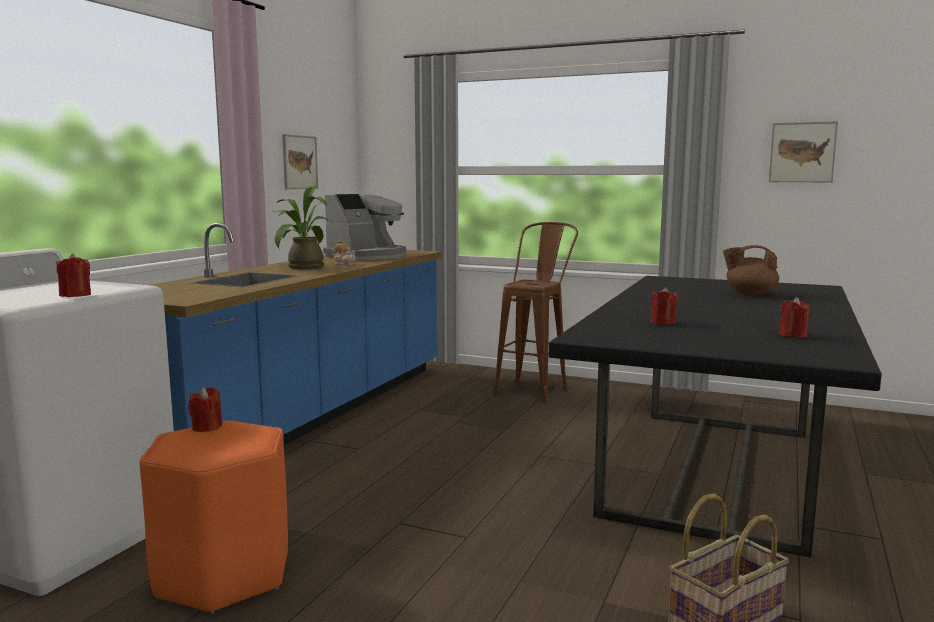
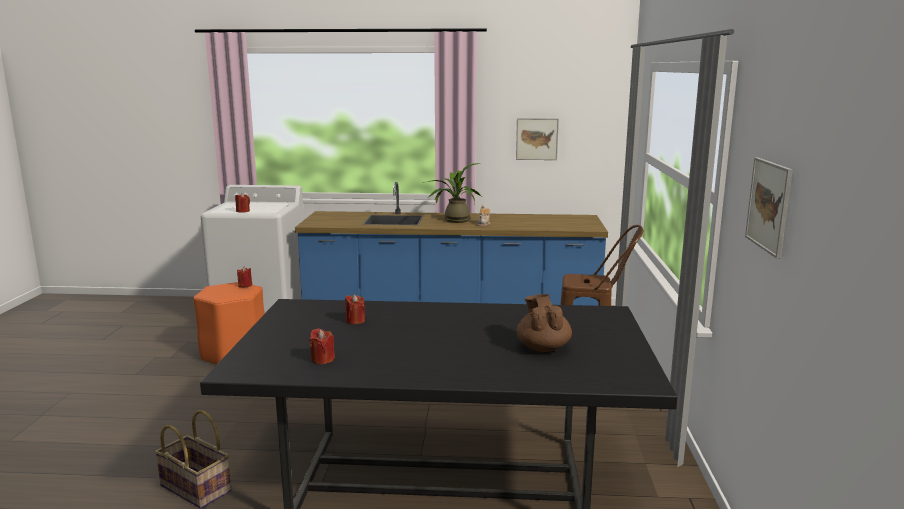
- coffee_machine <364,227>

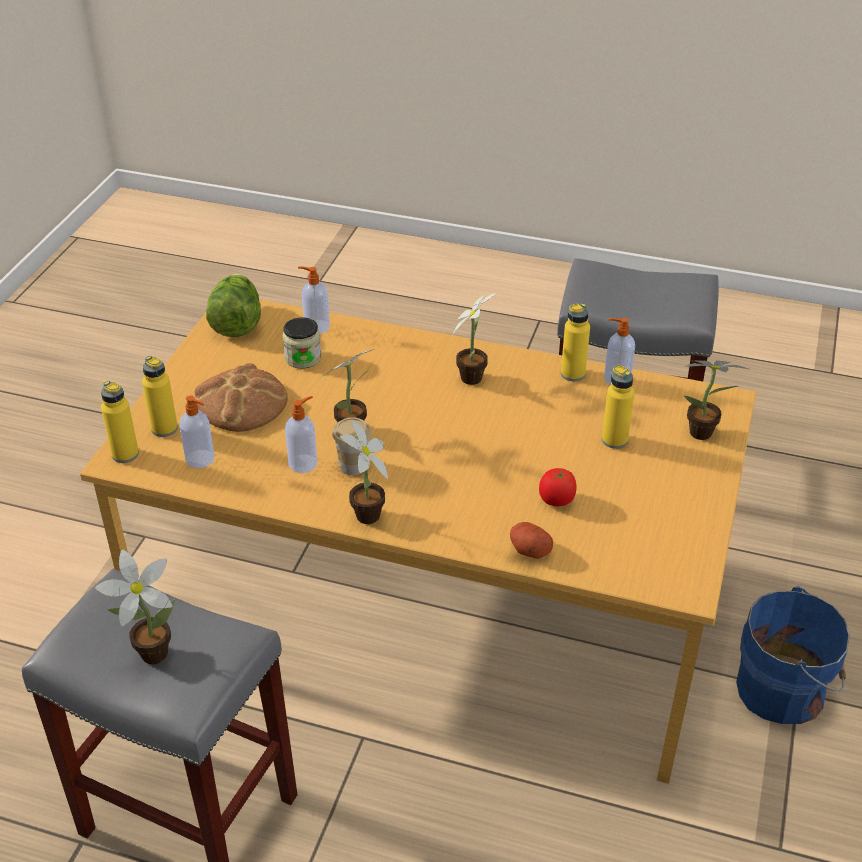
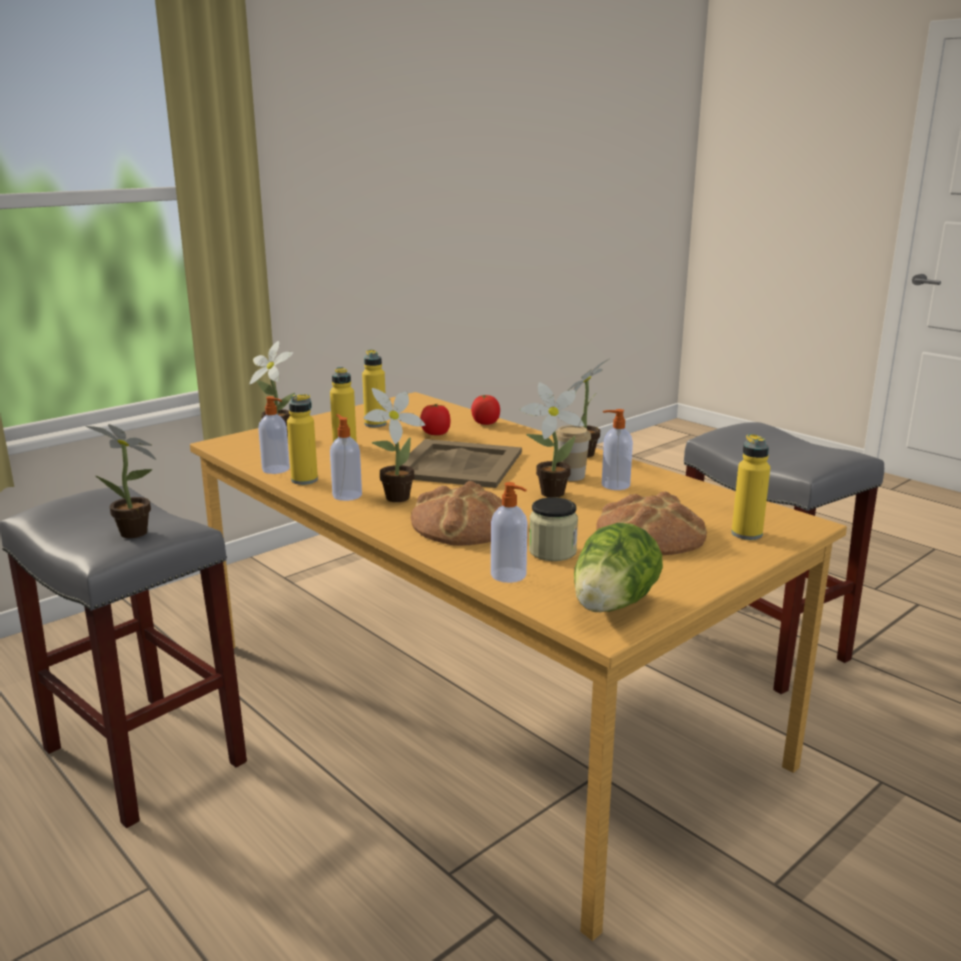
~ yellow_bottle <120,422> to <374,388>
~ soap_dispenser <197,431> to <346,457>
~ potato <531,540> to tomato <485,410>
~ potted_plant <135,607> to <121,481>
- blue_bucket <793,655>
+ beige_tray <462,463>
+ bread <456,513>

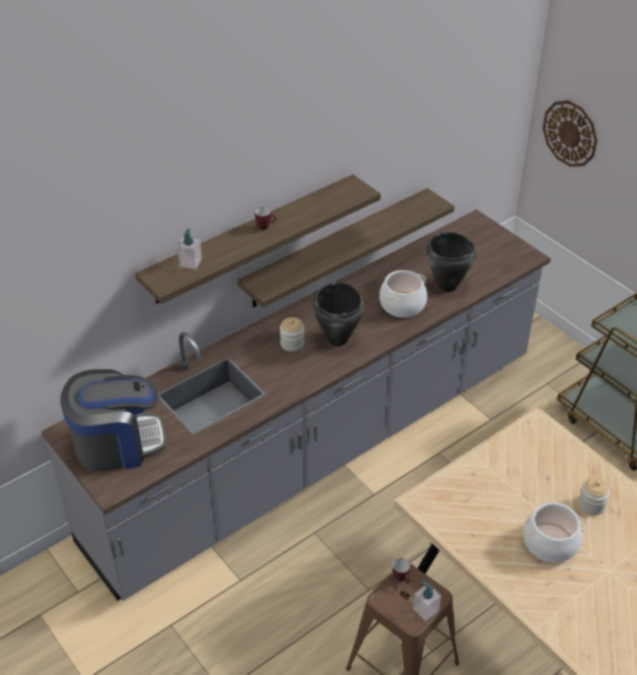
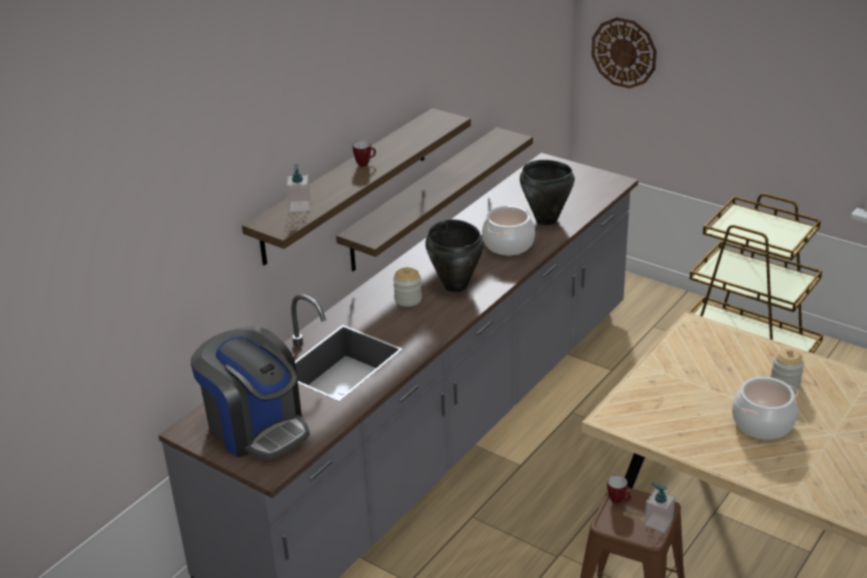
~ coffee_machine <113,420> = <250,393> 75 degrees clockwise

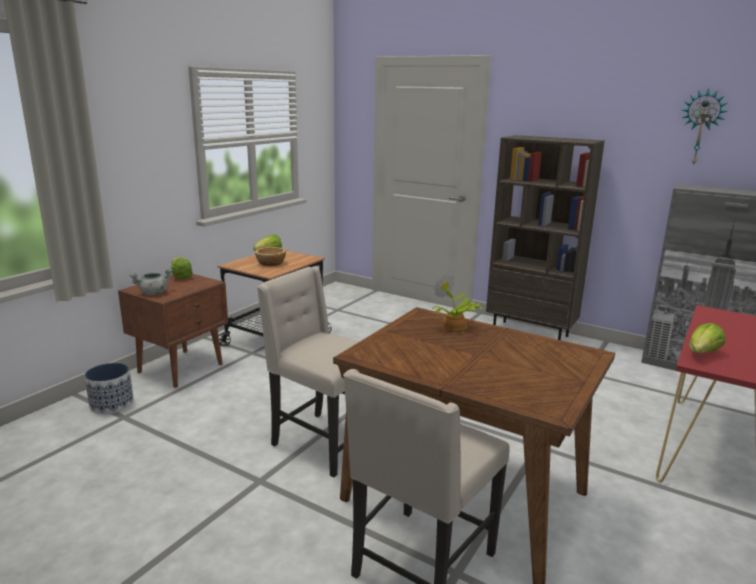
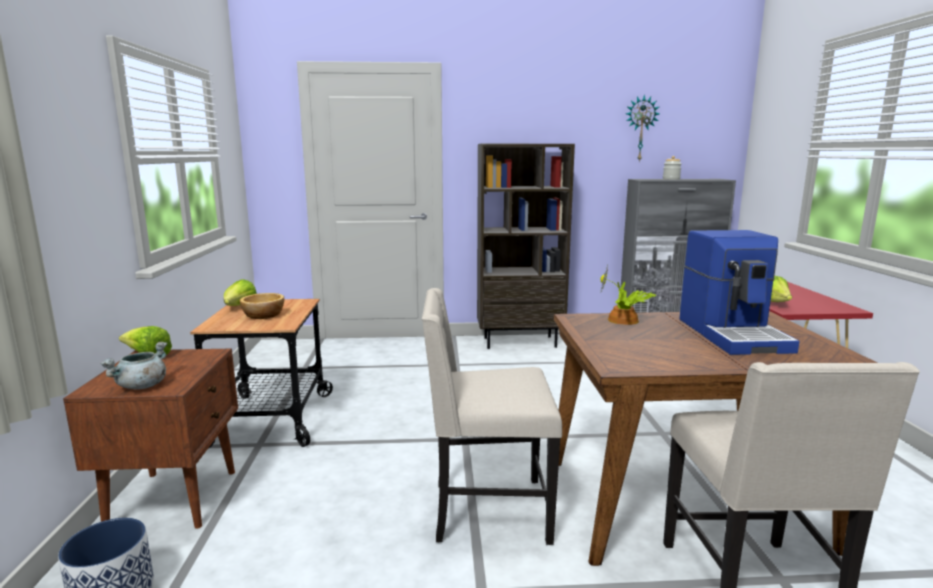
+ jar <672,168>
+ coffee_machine <740,292>

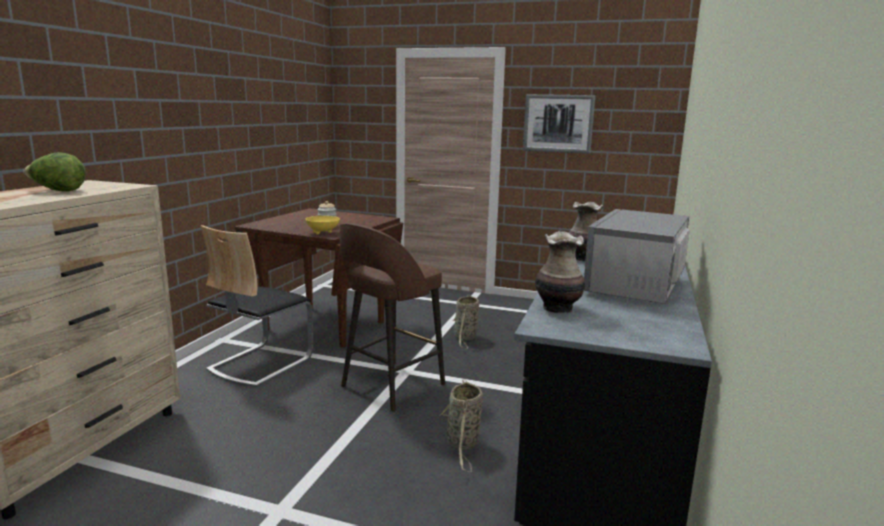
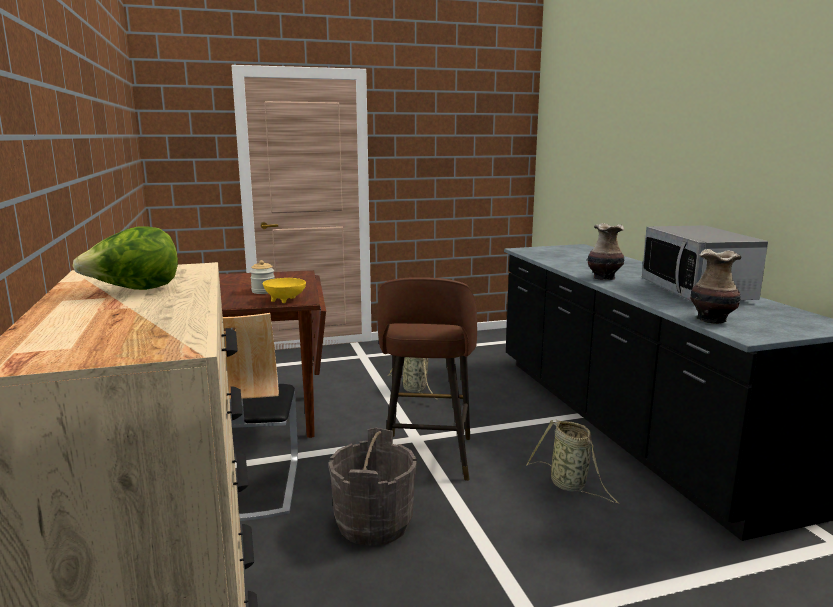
- picture <559,124>
+ grey_bucket <372,487>

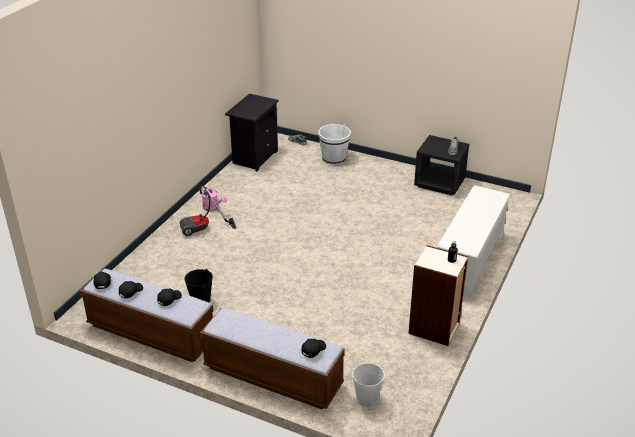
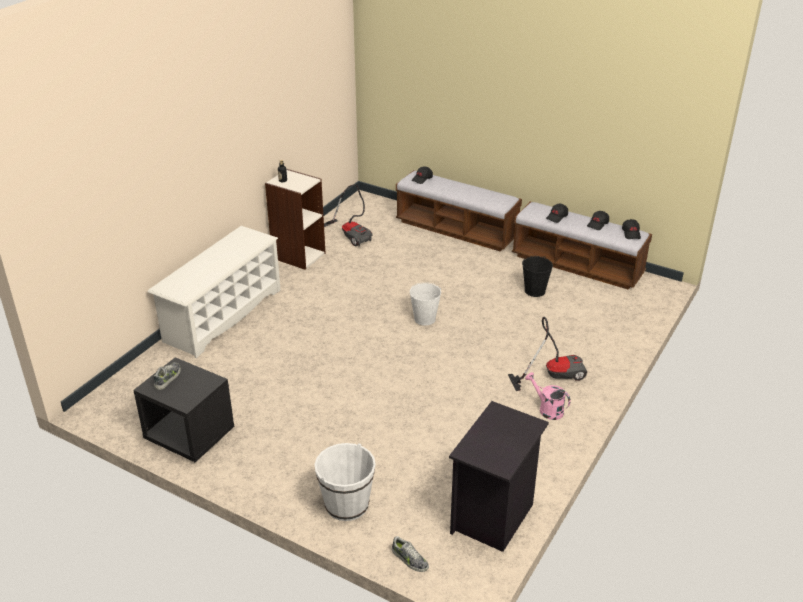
~ white_bucket <368,385> to <425,304>
+ vacuum_cleaner <348,215>

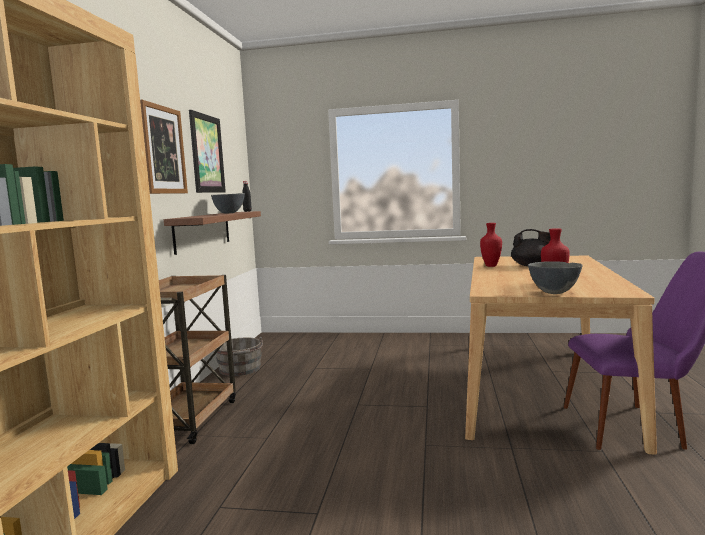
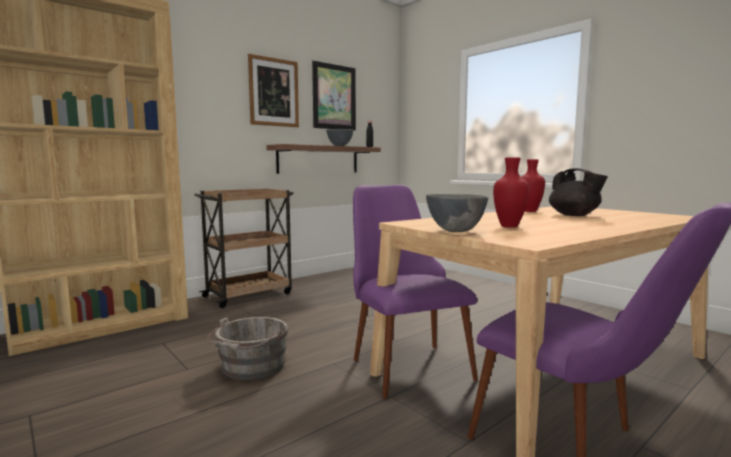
~ grey_bucket <239,356> to <247,348>
+ purple_chair <415,292>

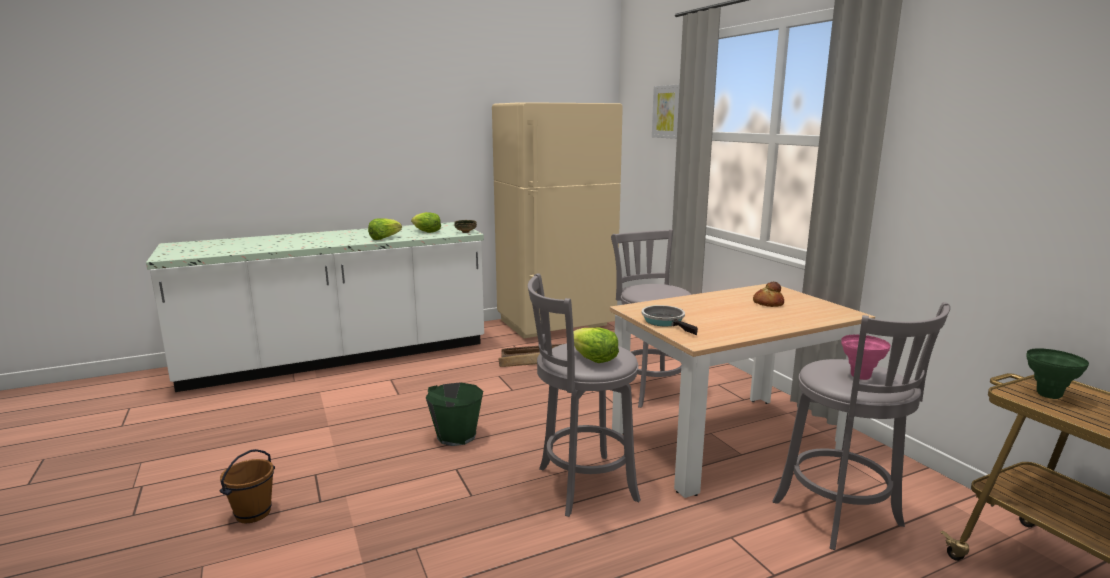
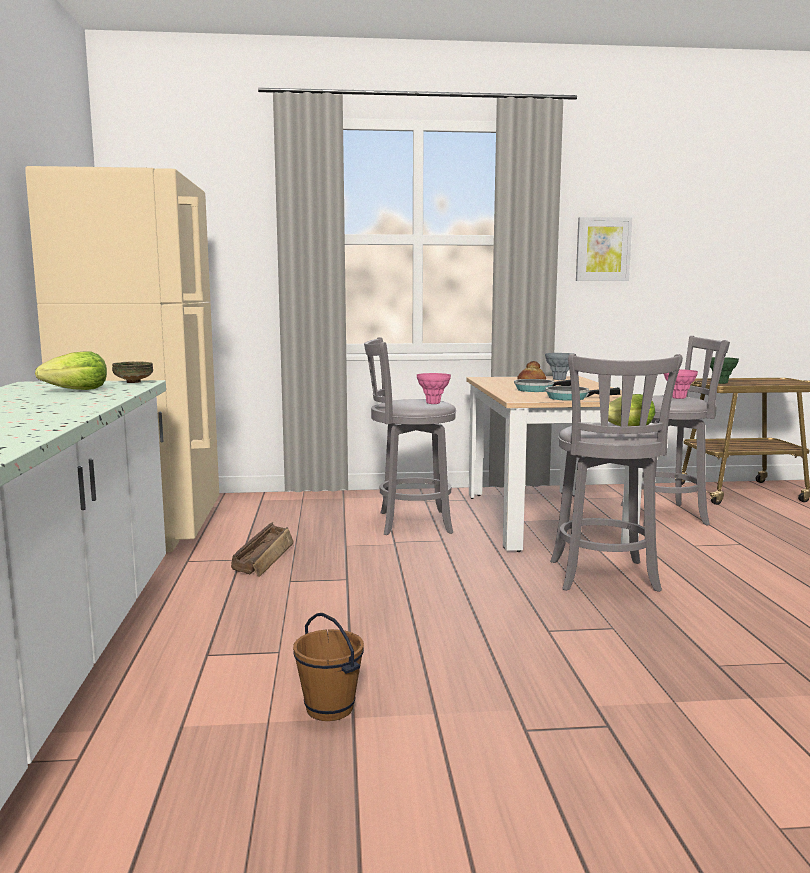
~ picture <666,111> to <604,249>
- lettuce <385,229>
- green_bucket <454,414>
~ brown_bucket <247,486> to <328,667>
+ grey_vase <559,366>
+ pink_vase <434,388>
+ frying_pan <542,385>

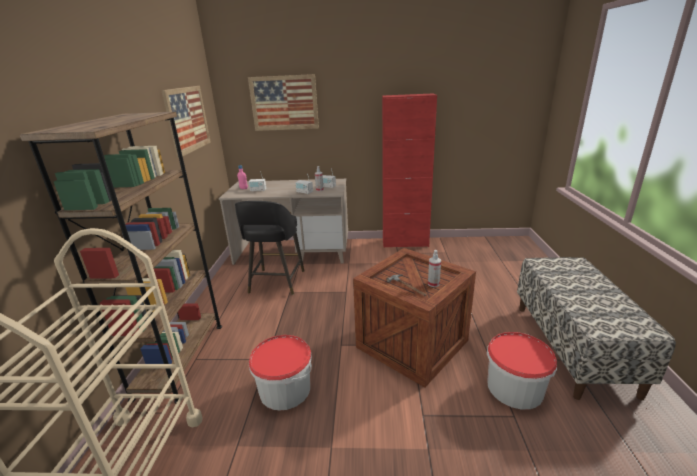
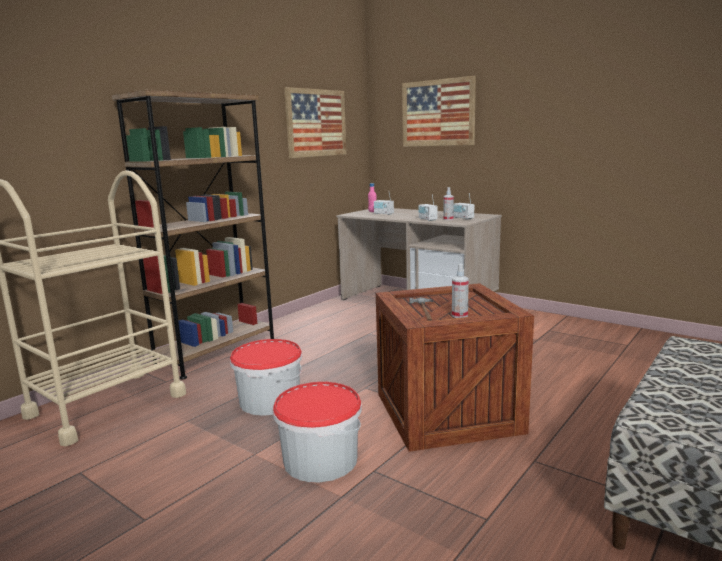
- red_cabinet <409,170>
- black_stool <269,248>
~ bucket <522,371> to <317,432>

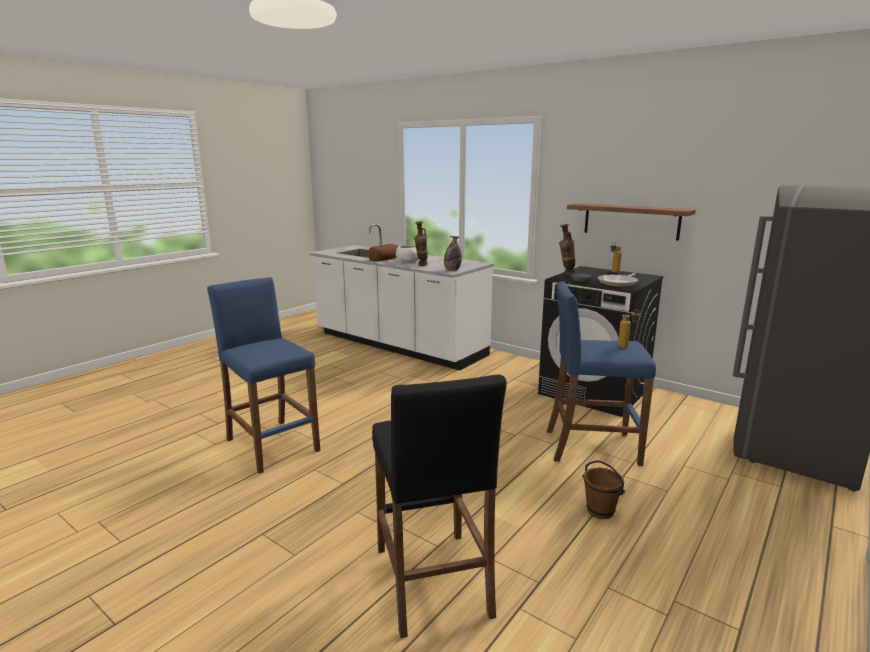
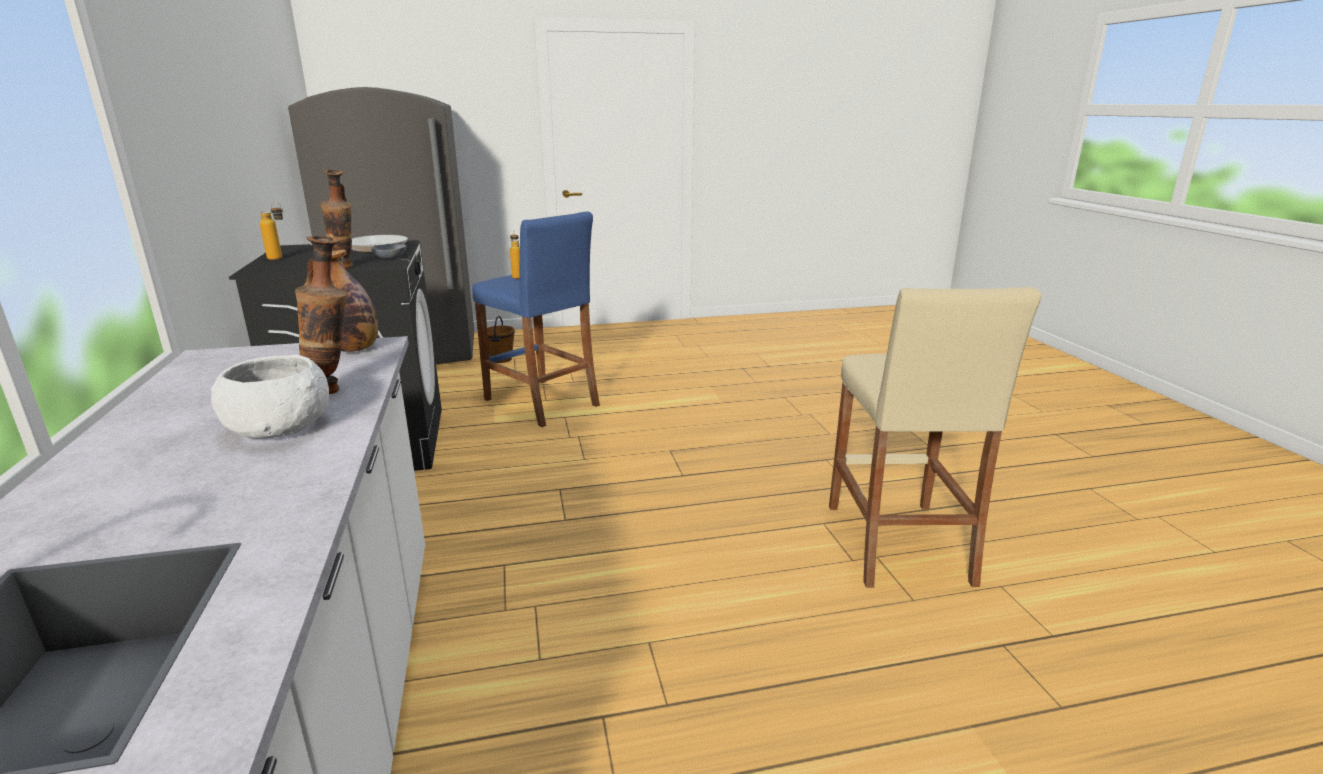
- shelf <631,222>
- bread <384,252>
~ blue_stool <263,375> to beige_stool <935,437>
- black_stool <439,506>
~ brown_bucket <603,490> to <501,339>

